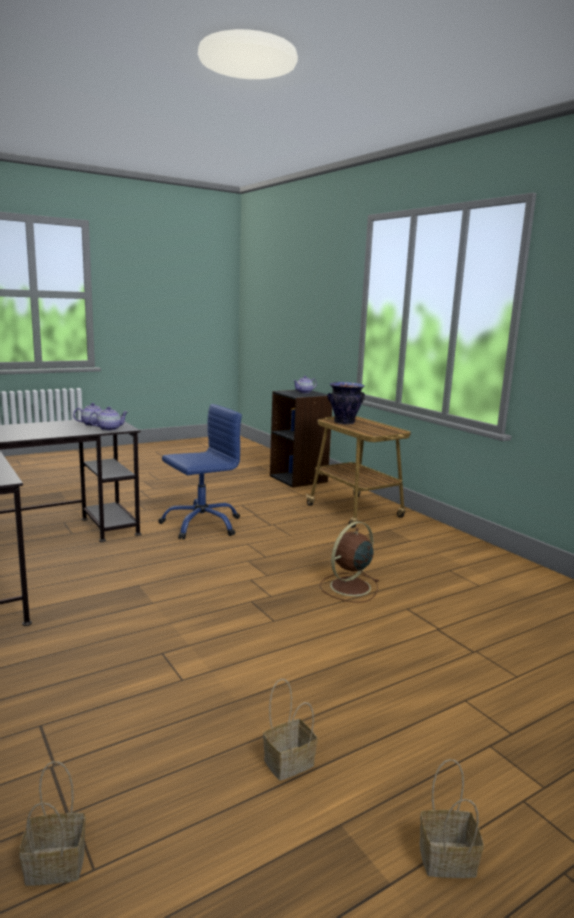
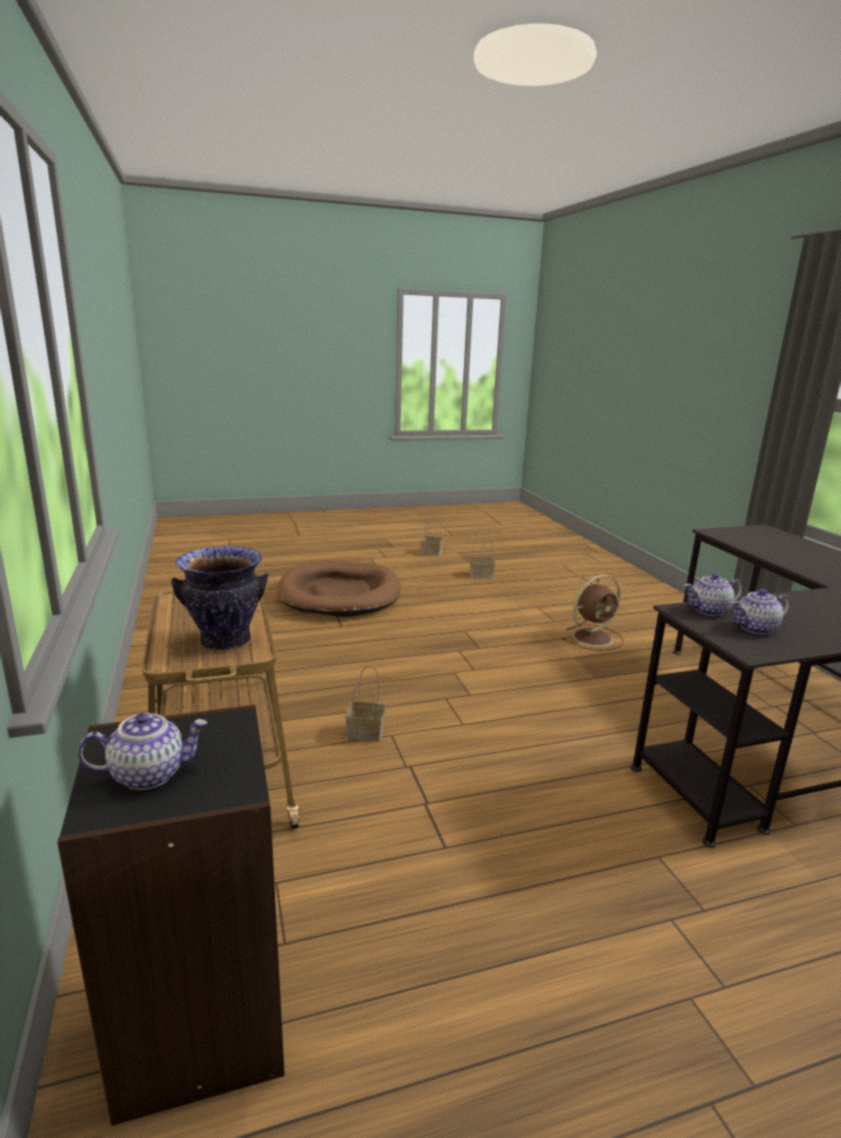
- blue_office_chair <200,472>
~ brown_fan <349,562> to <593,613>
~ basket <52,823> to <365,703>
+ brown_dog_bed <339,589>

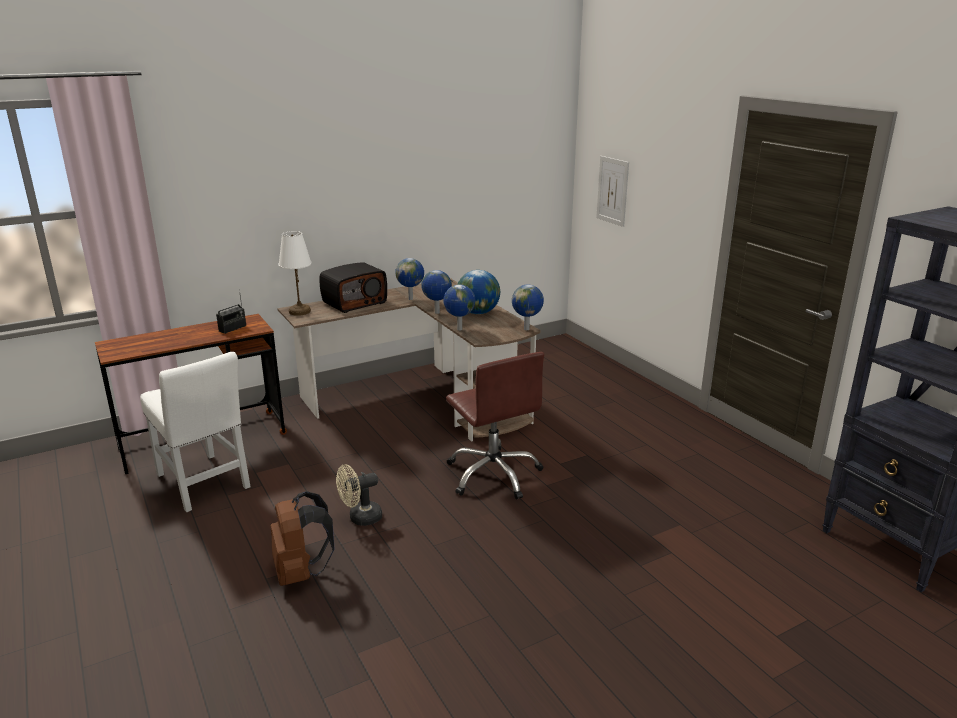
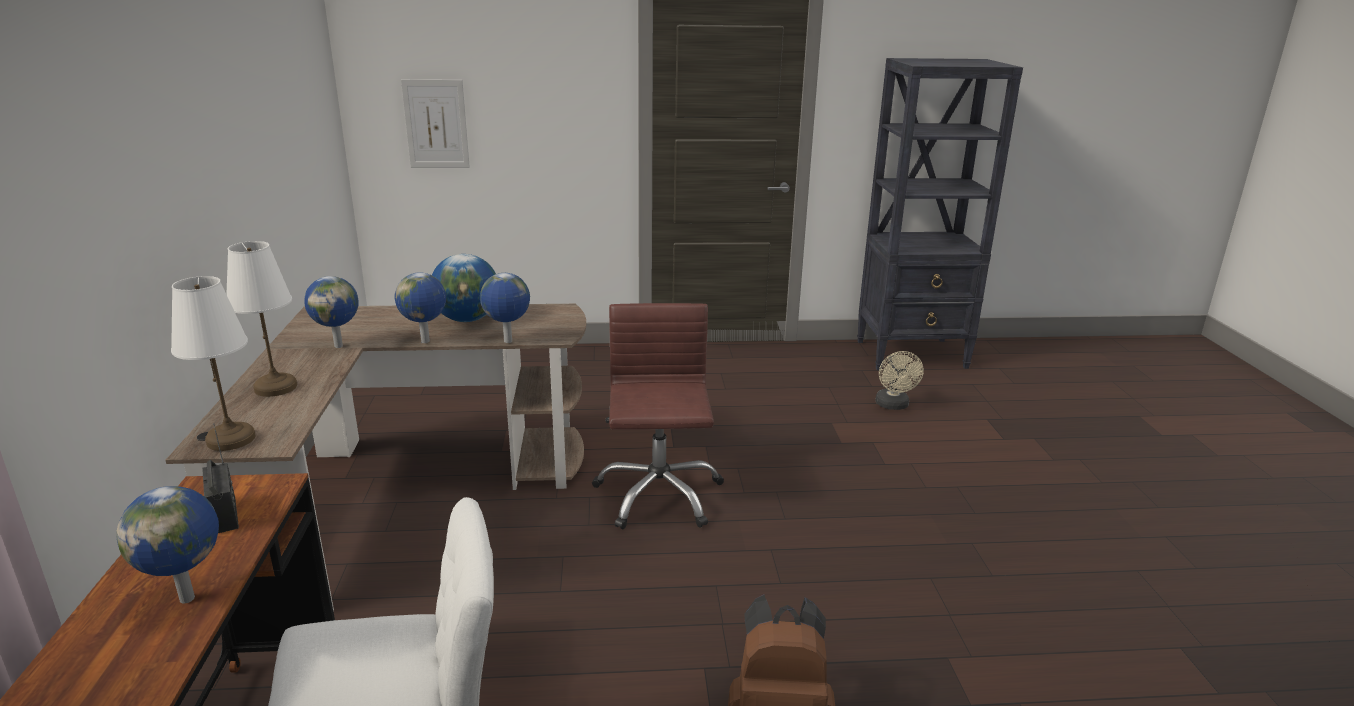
~ radio <353,287> to white_table_lamp <261,319>
~ globe <528,307> to <167,544>
~ brown_office_chair <495,426> = <658,416> 90 degrees counterclockwise
~ beige_fan <359,495> to <899,380>

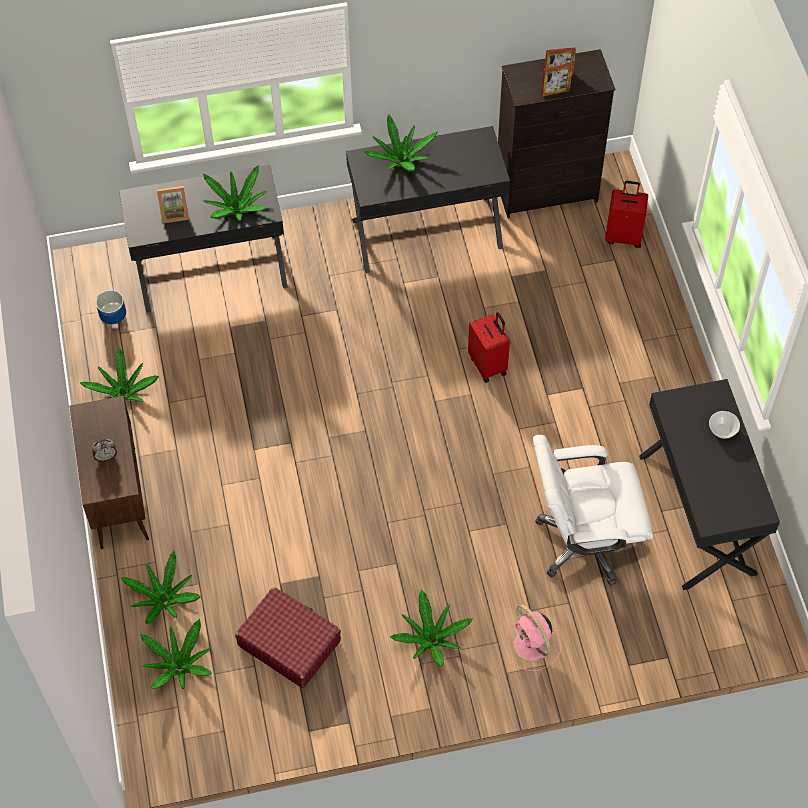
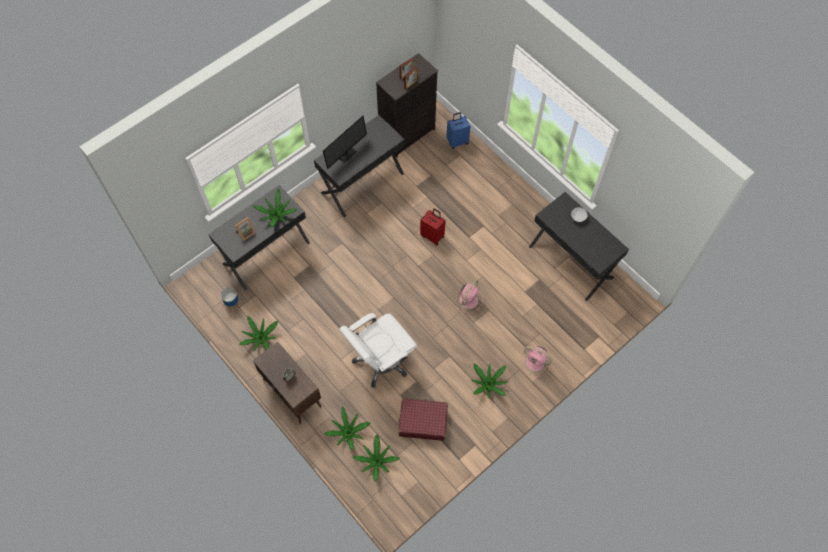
~ potted_plant <400,143> to monitor <345,142>
~ red_suitcase <626,214> to blue_suitcase <458,130>
~ white_office_chair <593,510> to <378,350>
+ pink_fan <469,296>

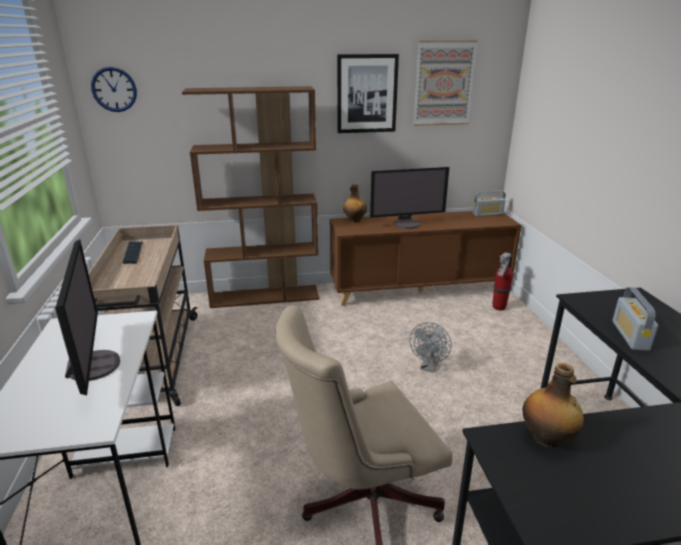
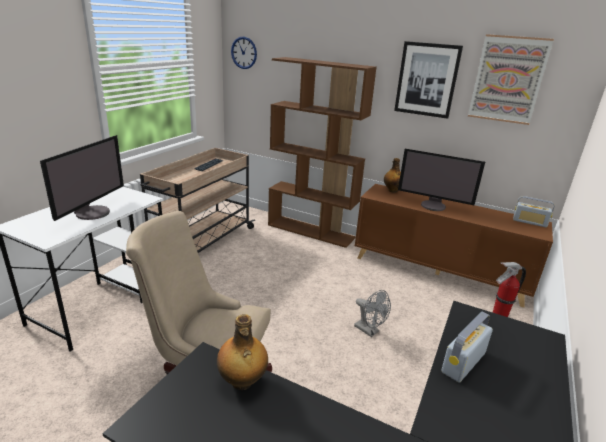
~ grey_fan <430,347> = <372,313> 105 degrees counterclockwise

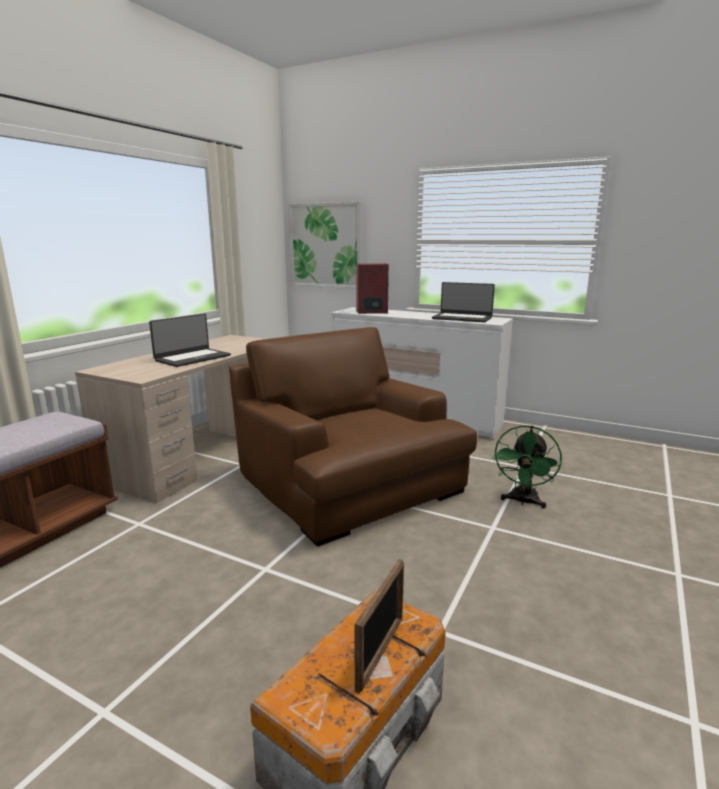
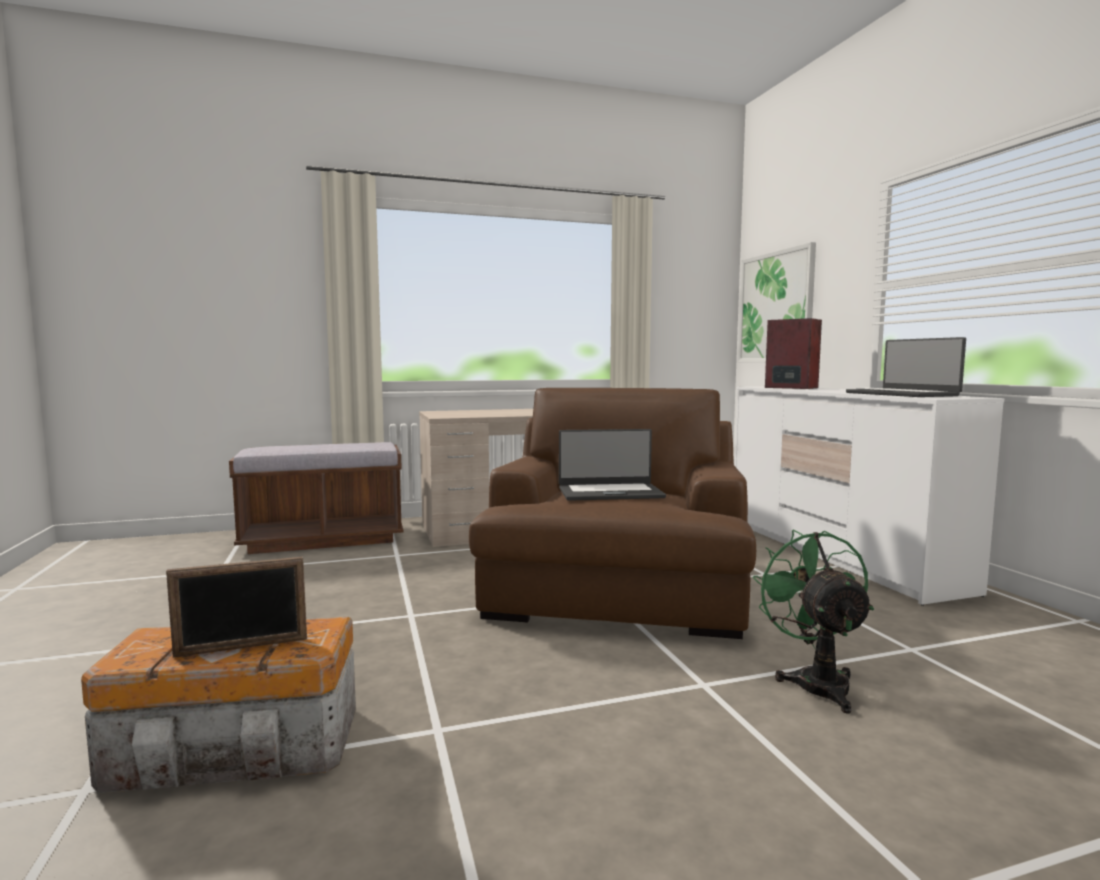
~ laptop <190,340> to <612,465>
~ green_fan <527,466> = <813,621> 105 degrees clockwise

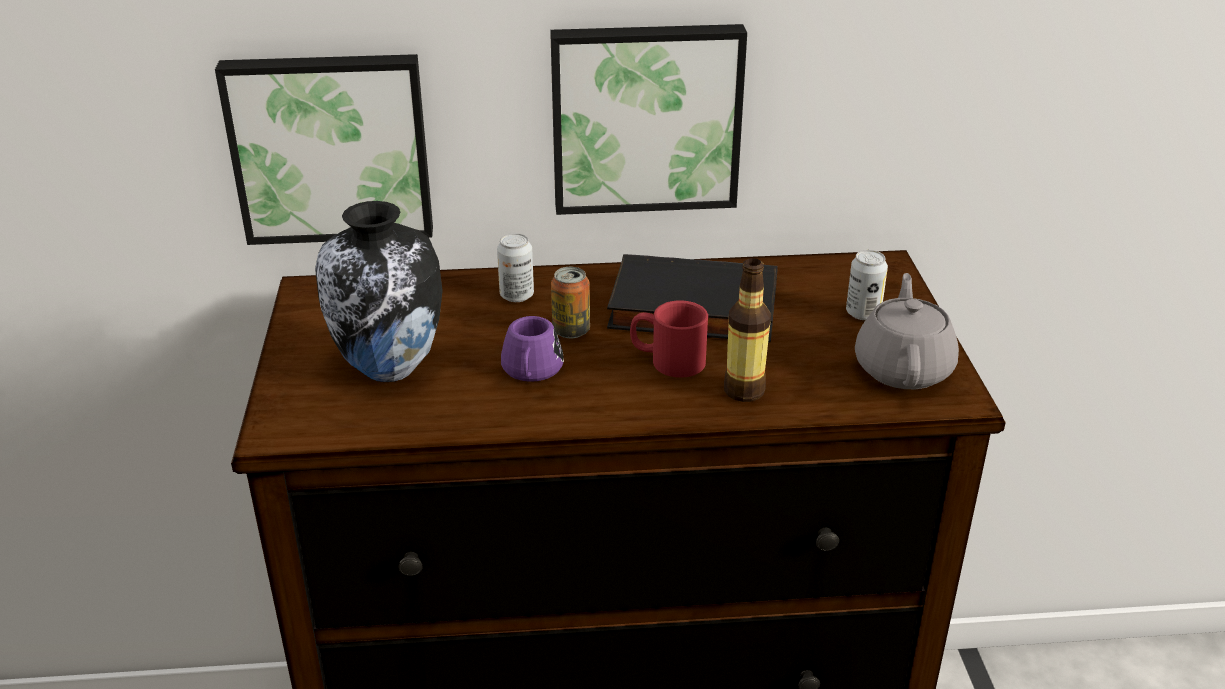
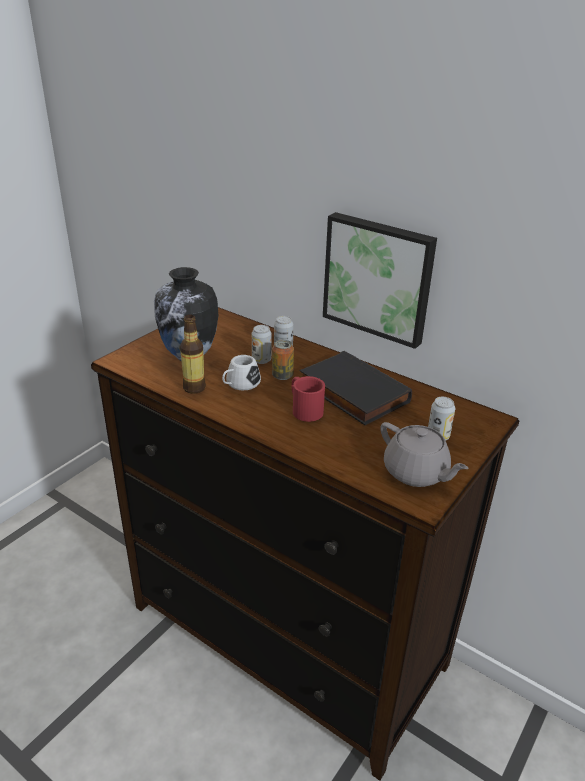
- picture <324,149>
~ bottle <747,330> to <193,354>
~ grey_teapot <907,331> = <424,454> 90 degrees clockwise
~ purple_mug <532,349> to white_mug <241,372>
+ can <262,344>

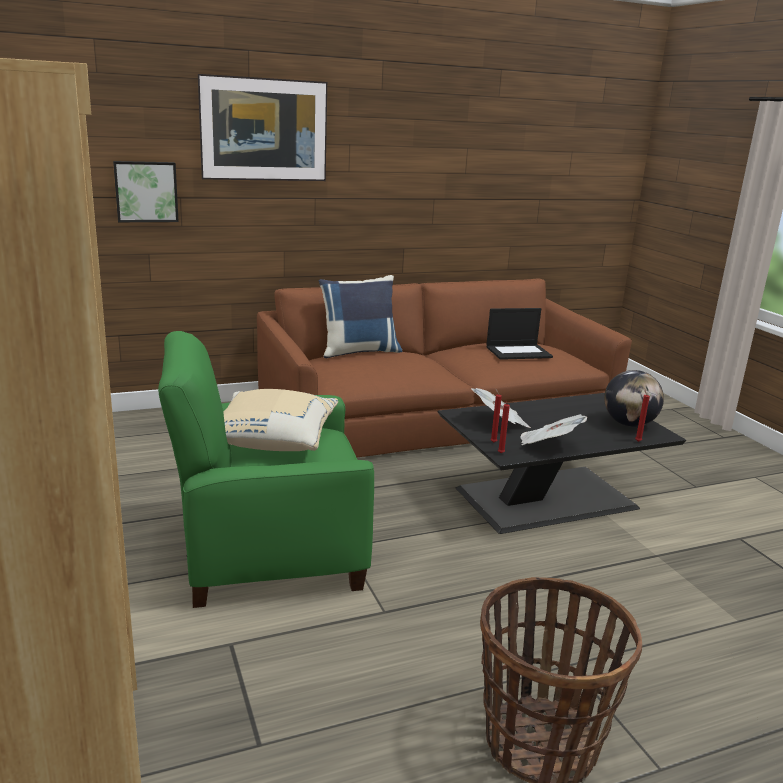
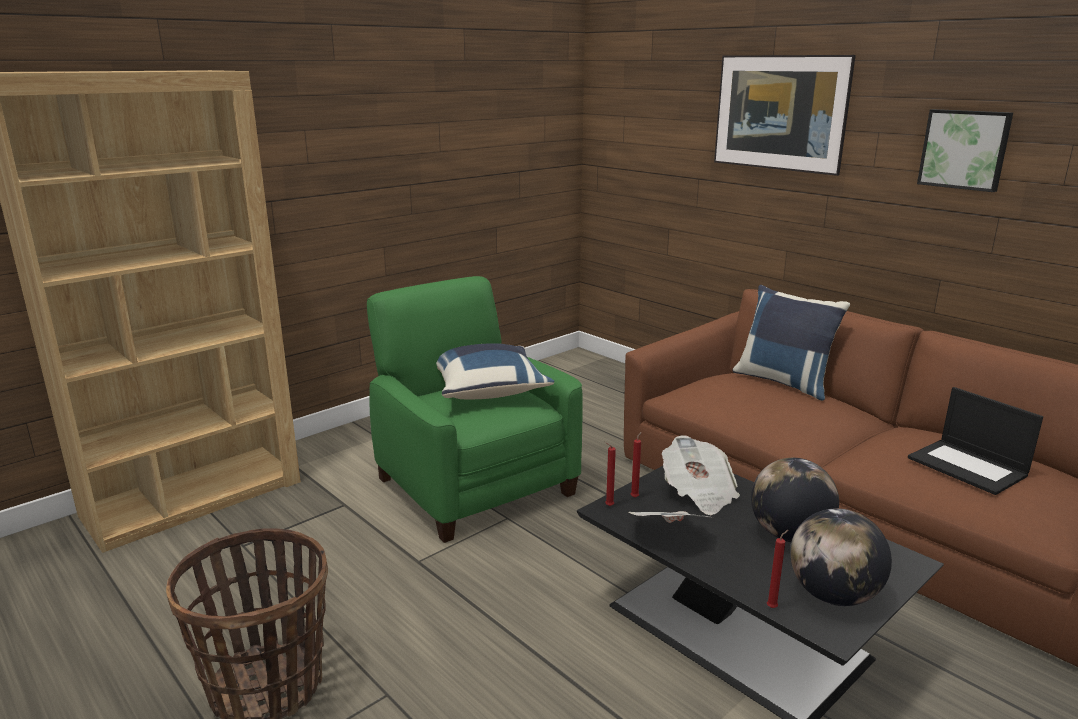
~ picture <146,191> to <965,150>
~ beige_pillow <280,420> to blue_pillow <495,371>
+ globe <795,500>

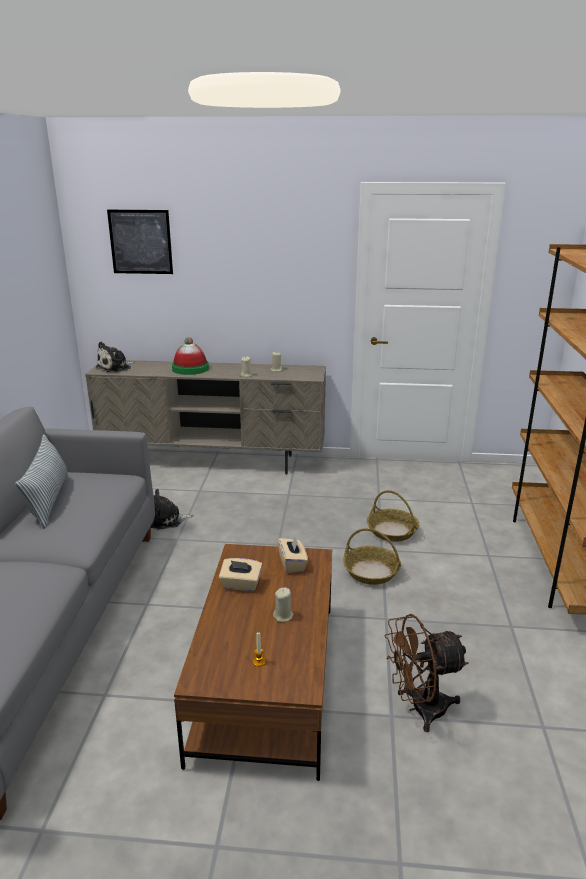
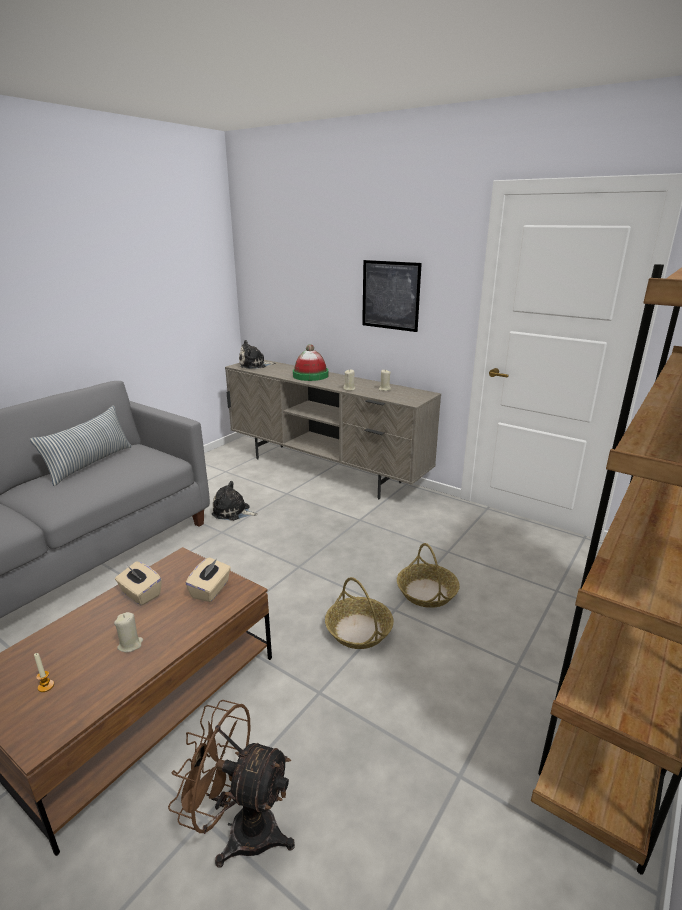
~ picture <140,242> to <392,296>

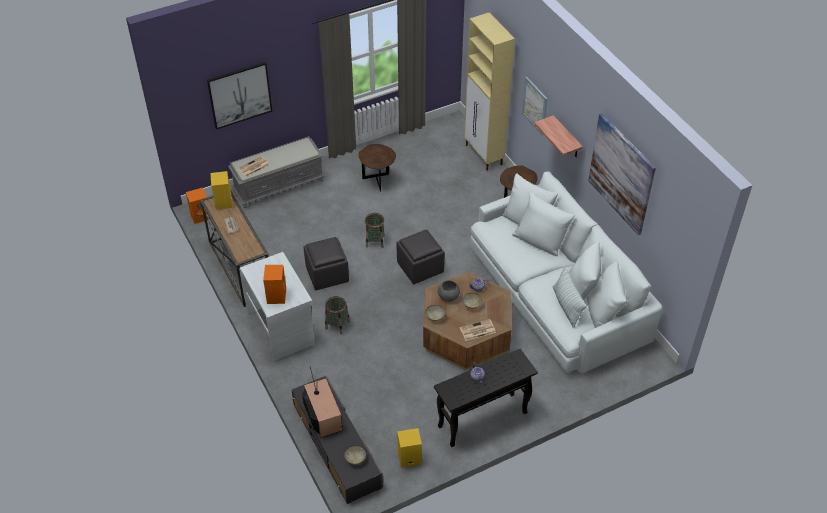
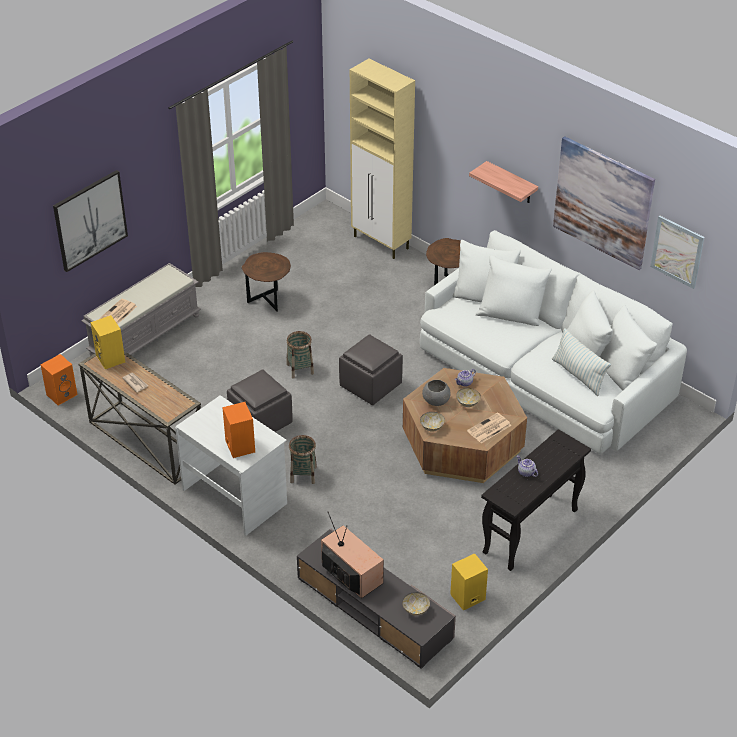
~ picture <534,106> to <677,252>

